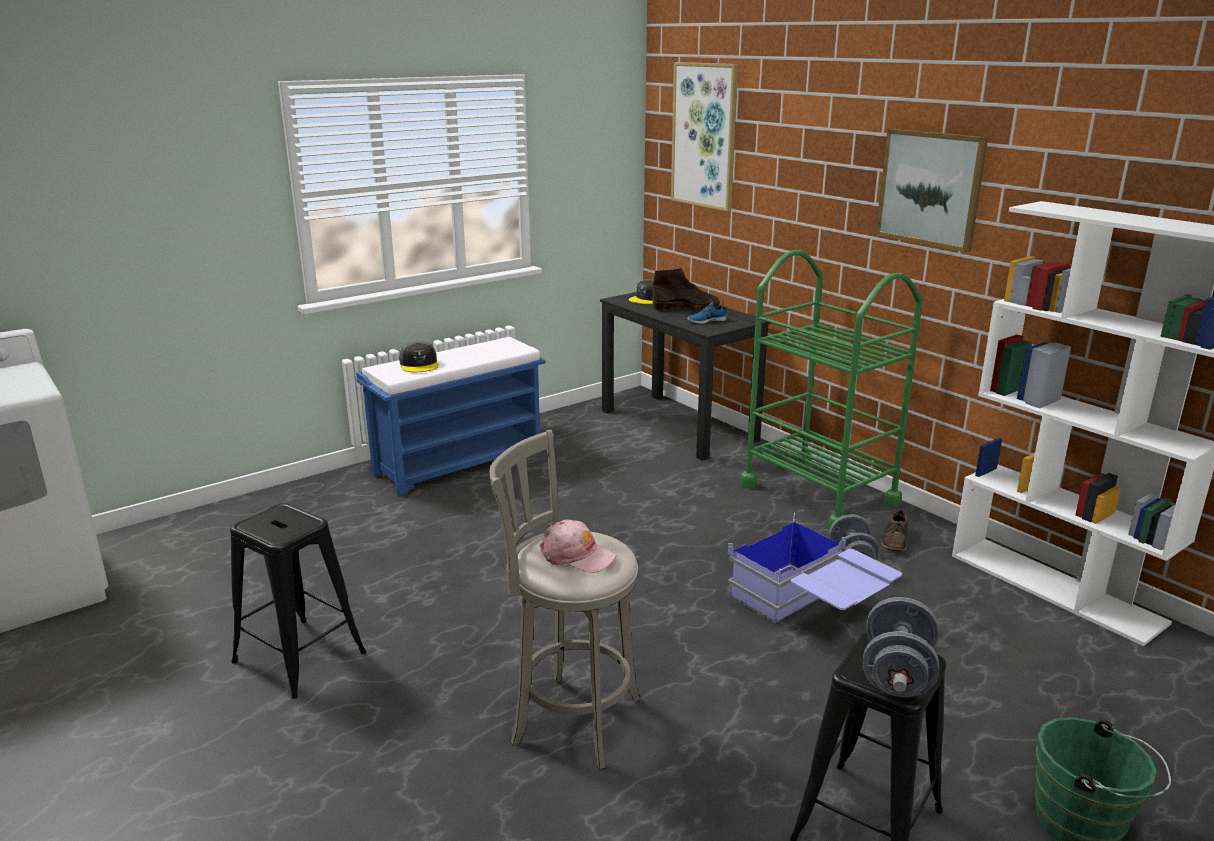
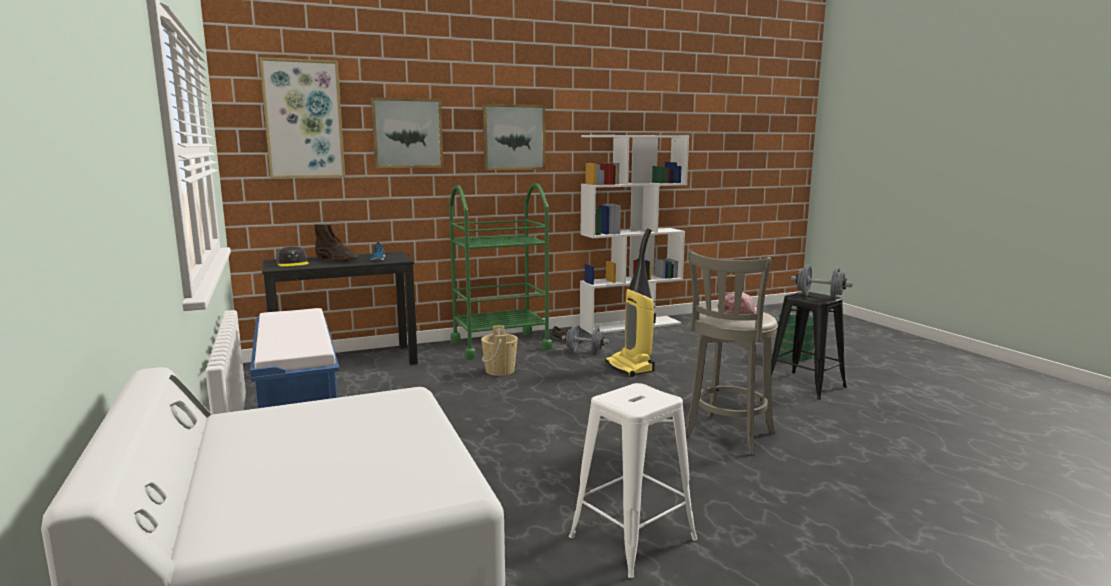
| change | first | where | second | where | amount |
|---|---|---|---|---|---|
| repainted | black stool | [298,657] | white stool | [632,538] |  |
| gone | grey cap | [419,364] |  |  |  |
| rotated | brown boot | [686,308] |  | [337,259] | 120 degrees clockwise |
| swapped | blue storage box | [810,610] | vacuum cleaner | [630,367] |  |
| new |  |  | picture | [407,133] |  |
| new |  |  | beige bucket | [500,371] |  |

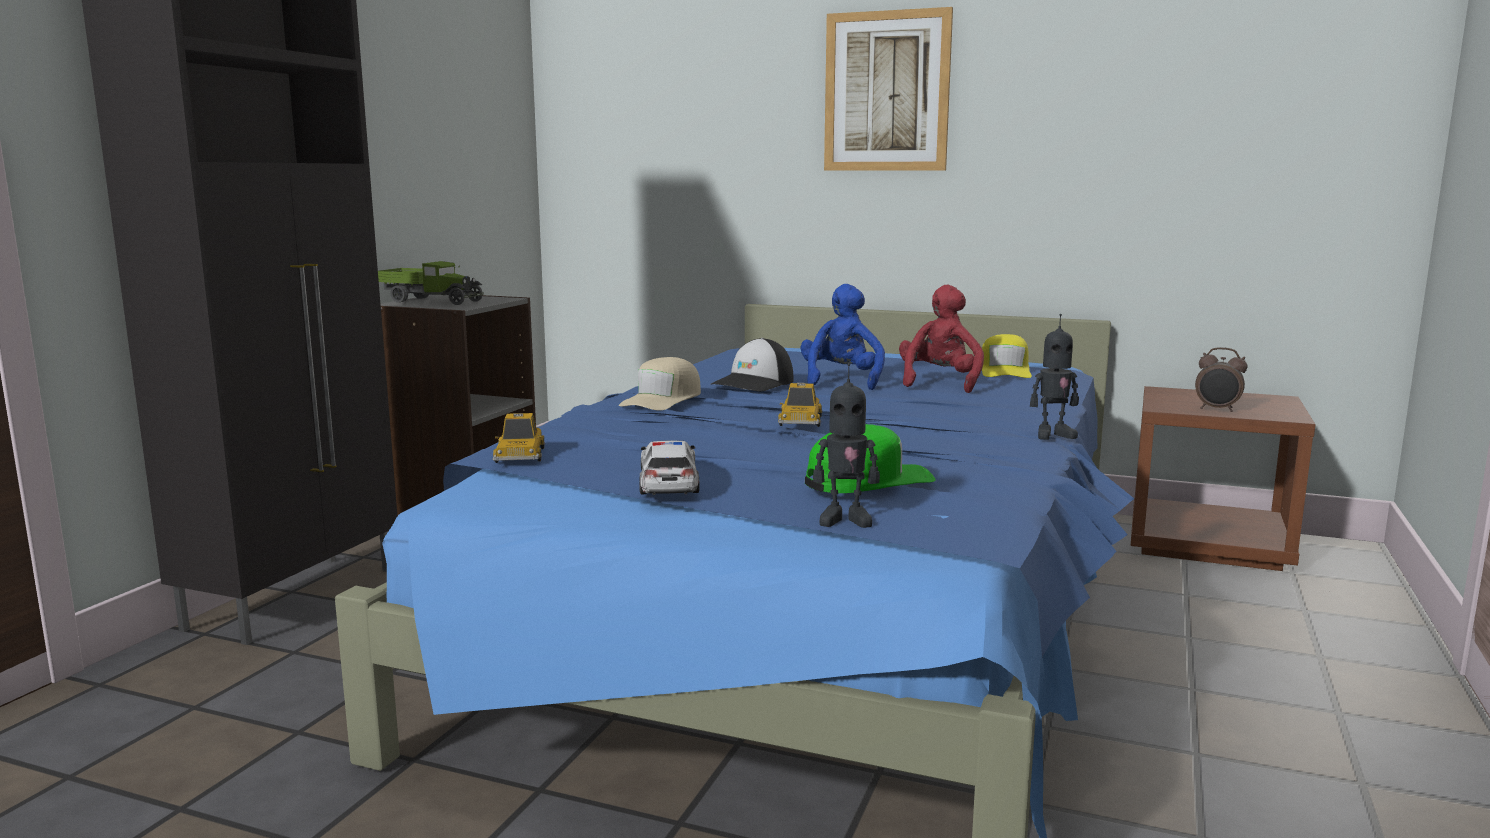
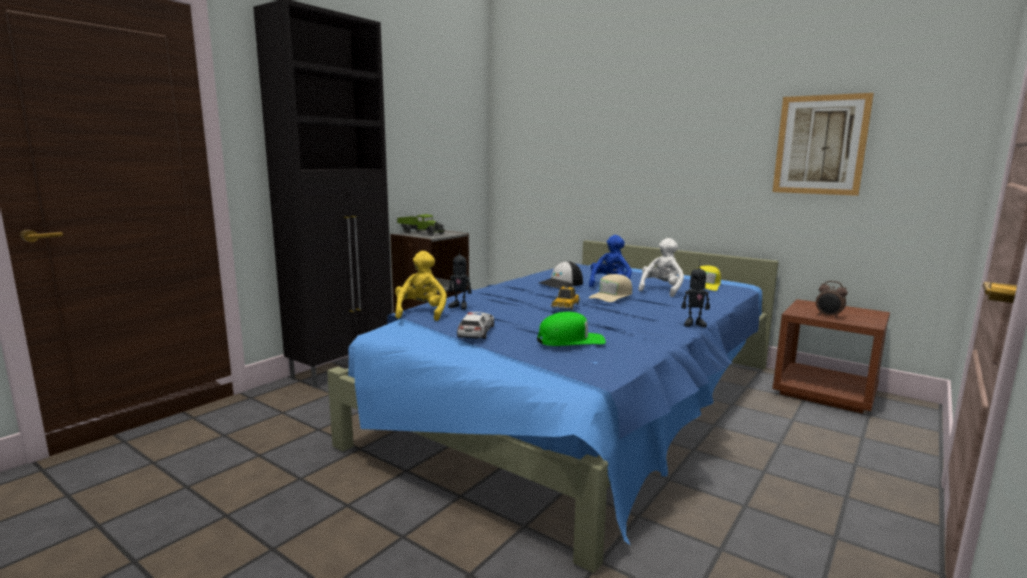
| change | first | where | second | where | amount |
|---|---|---|---|---|---|
| swapped | toy car | [520,456] | yellow plush toy | [421,313] |  |
| shifted | beige cap | [663,400] |  | [611,296] |  |
| shifted | toy robot | [845,520] |  | [459,306] |  |
| shifted | picture | [886,92] |  | [820,145] |  |
| repainted | red plush toy | [939,383] | white plush toy | [661,290] |  |

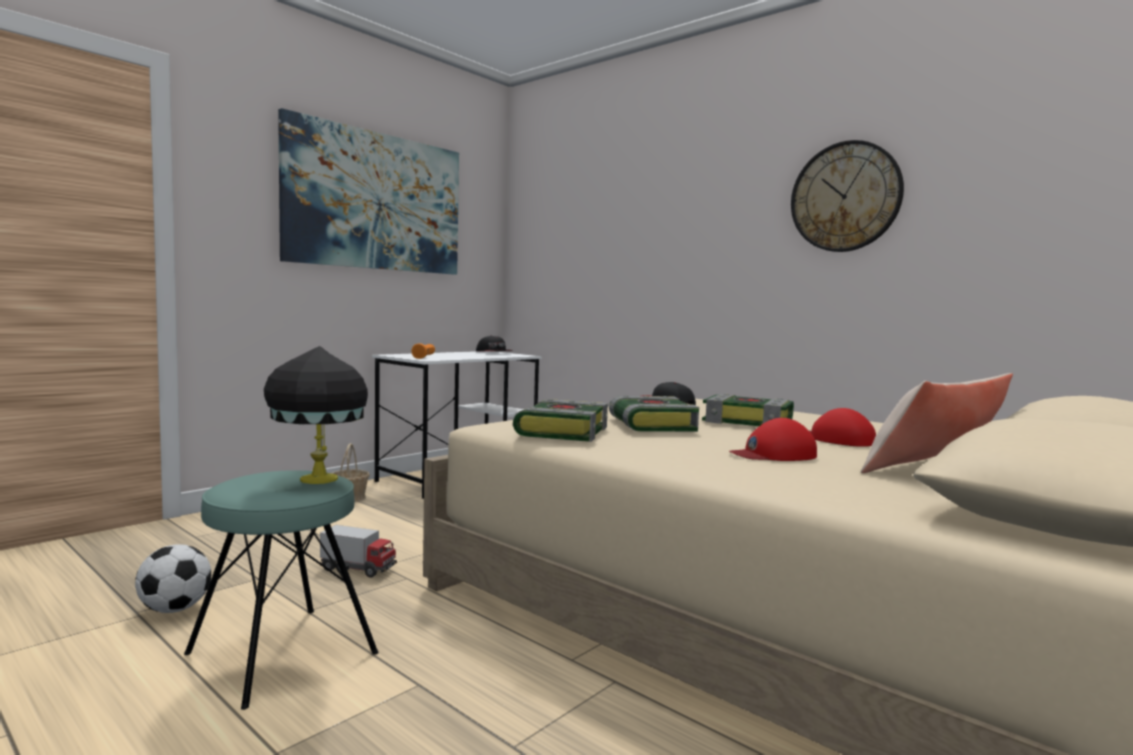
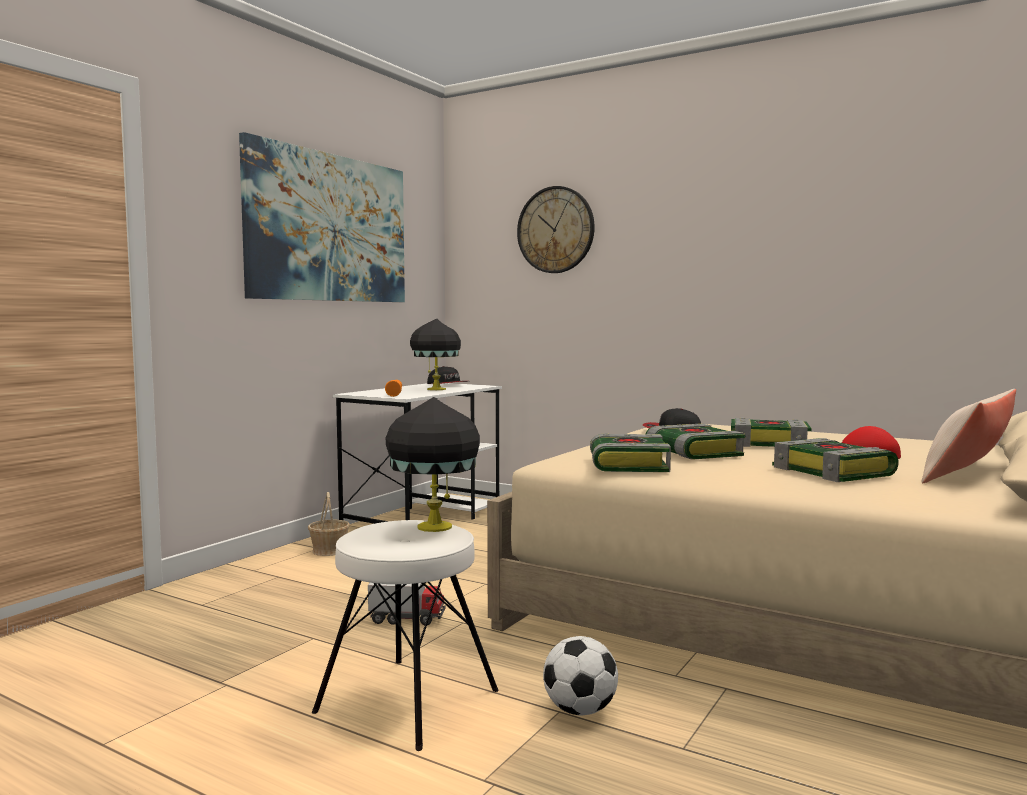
| change | first | where | second | where | amount |
|---|---|---|---|---|---|
| shifted | football | [175,609] |  | [580,710] |  |
| repainted | turquoise stool | [282,654] | white stool | [407,701] |  |
| swapped | red cap | [773,455] | book | [834,472] |  |
| shifted | wall clock | [845,197] |  | [555,230] |  |
| new |  |  | black table lamp | [435,389] |  |

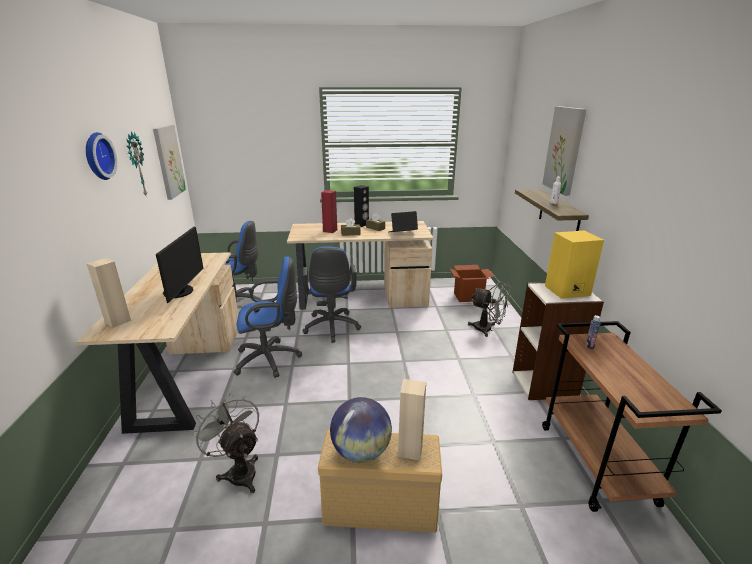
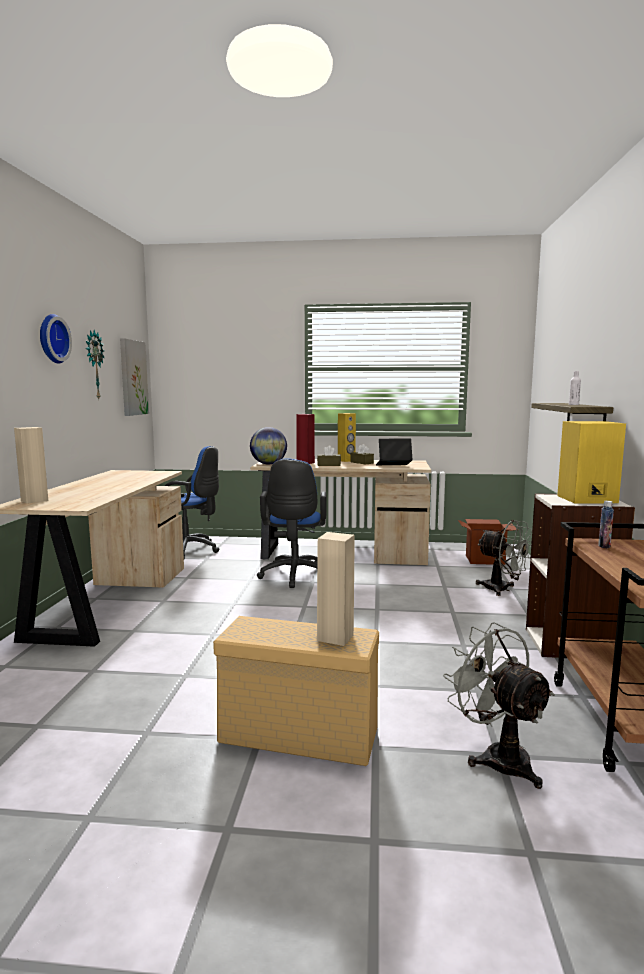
| change | first | where | second | where | amount |
|---|---|---|---|---|---|
| gone | monitor | [182,292] |  |  |  |
| shifted | grey fan | [239,471] |  | [497,757] |  |
| gone | blue office chair | [271,359] |  |  |  |
| shifted | globe | [361,451] |  | [268,464] |  |
| repainted | black speaker | [361,224] | yellow speaker | [346,460] |  |
| gone | picture | [564,150] |  |  |  |

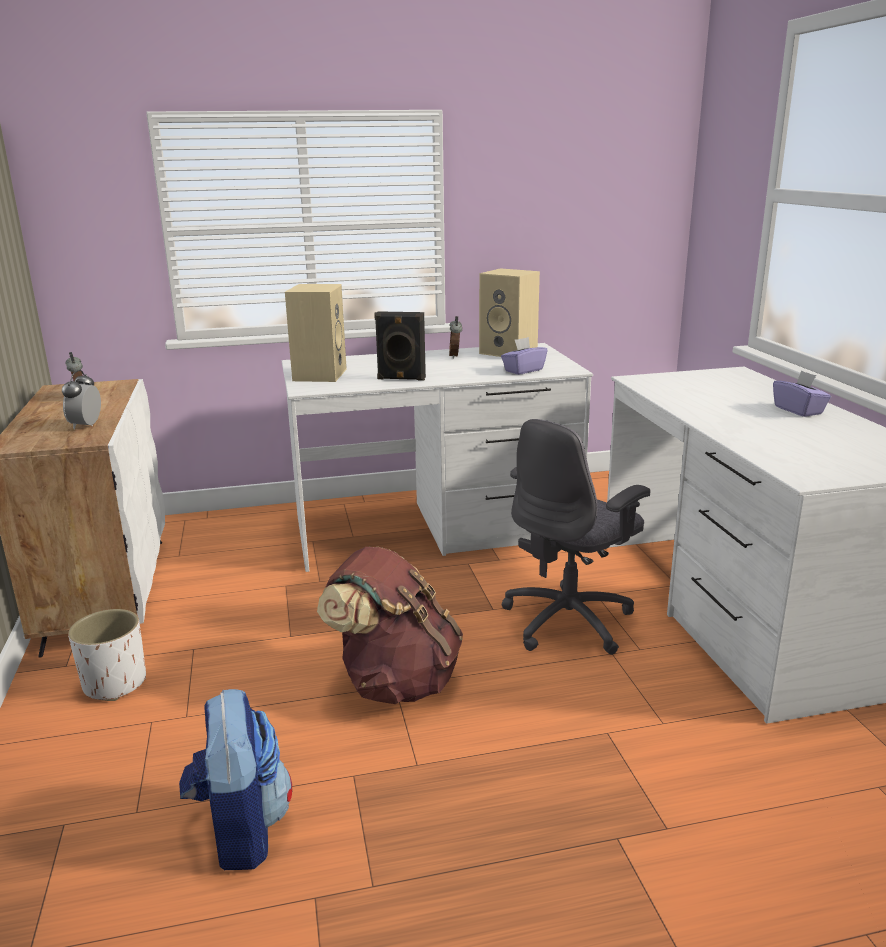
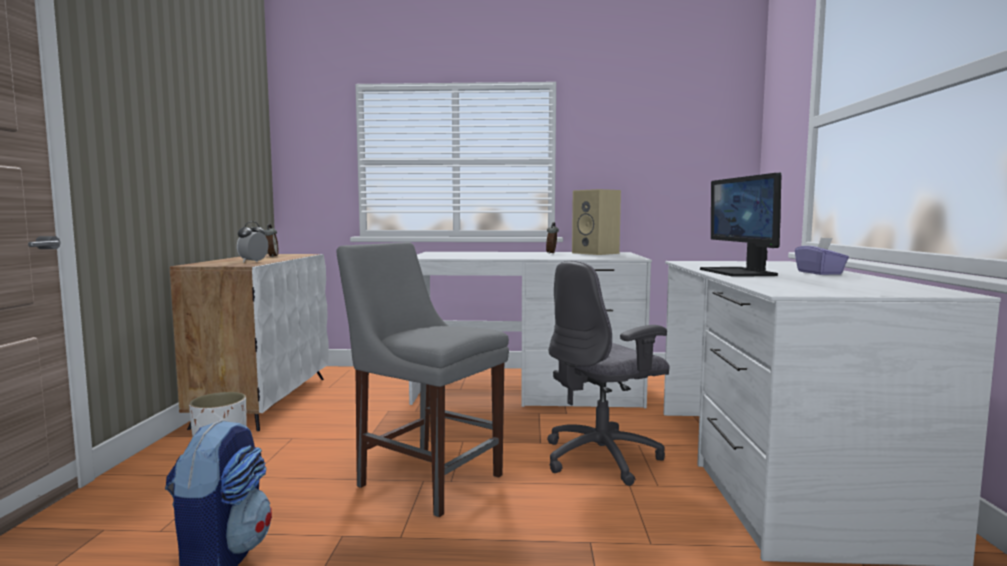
| change | first | where | second | where | amount |
|---|---|---|---|---|---|
| gone | beige speaker | [319,374] |  |  |  |
| swapped | brown backpack | [395,682] | grey chair | [425,478] |  |
| gone | black speaker | [401,378] |  |  |  |
| gone | purple tissue box | [523,370] |  |  |  |
| new |  |  | monitor | [738,272] |  |

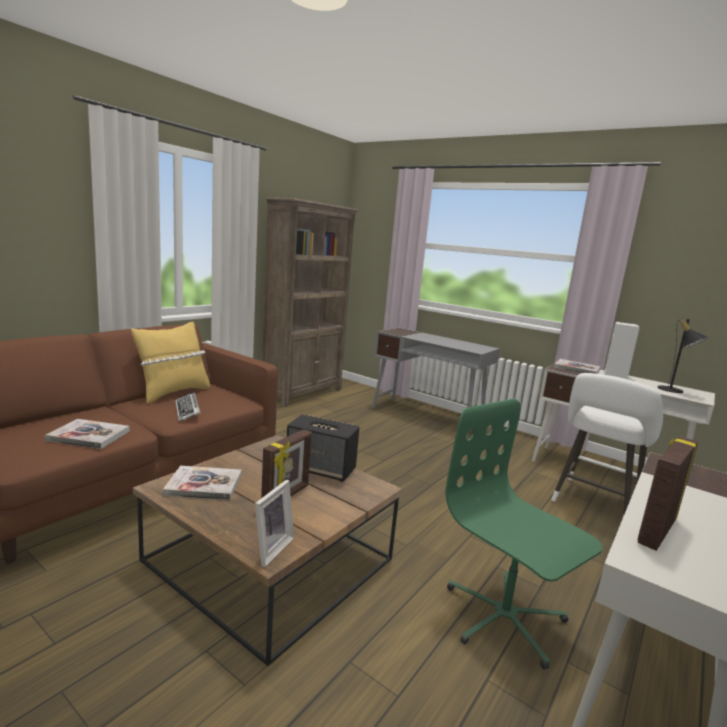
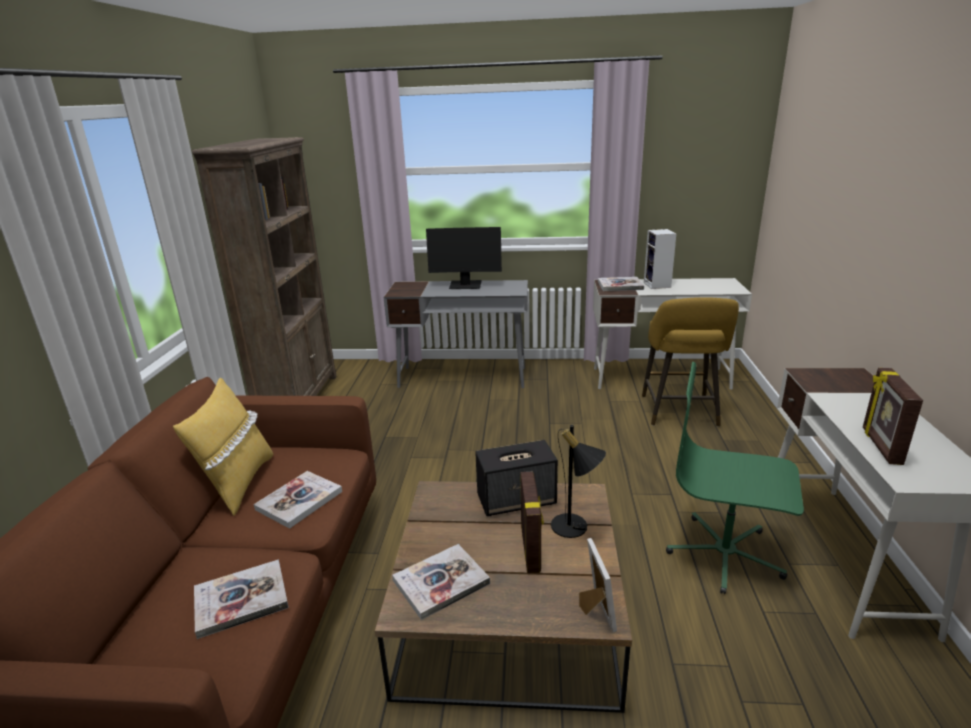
| change | first | where | second | where | amount |
|---|---|---|---|---|---|
| swapped | keyboard | [187,410] | book | [299,500] |  |
| repainted | white stool | [593,504] | yellow stool | [680,413] |  |
| shifted | black table lamp | [674,391] |  | [575,528] |  |
| new |  |  | monitor | [465,285] |  |

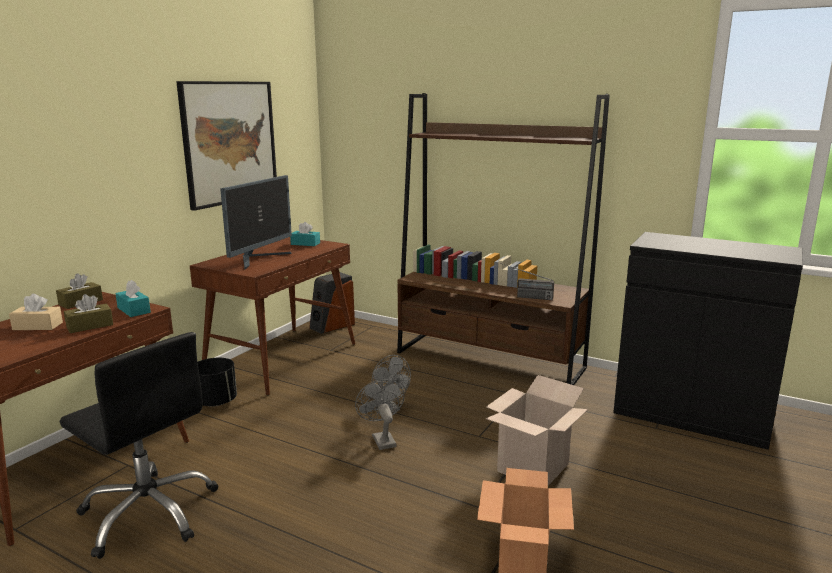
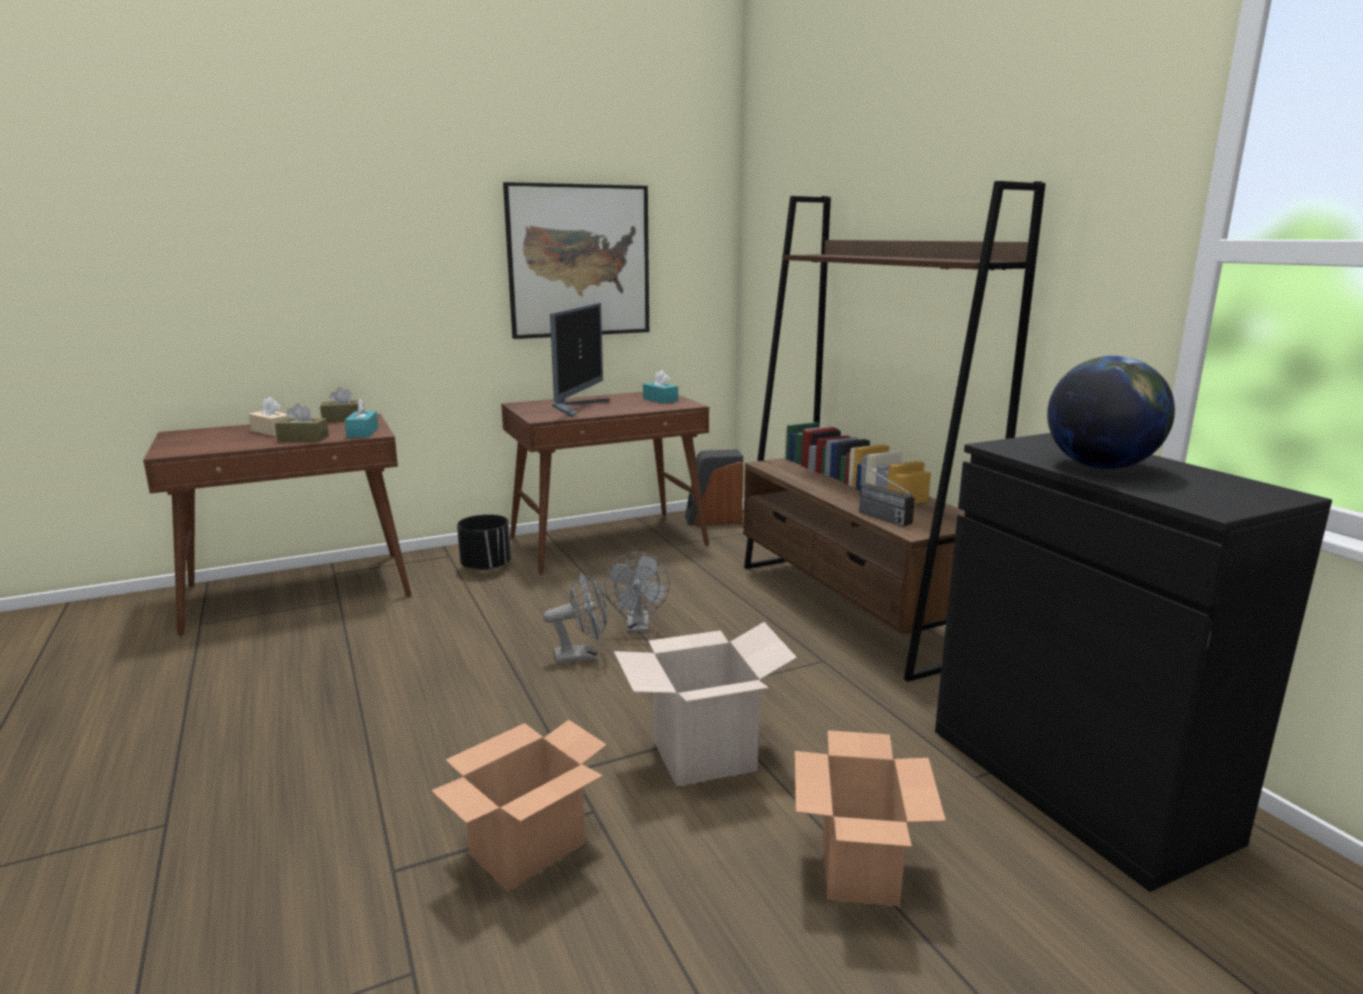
| change | first | where | second | where | amount |
|---|---|---|---|---|---|
| gone | black office chair | [149,512] |  |  |  |
| rotated | monitor | [259,259] |  | [576,407] | 45 degrees counterclockwise |
| rotated | grey fan | [381,439] |  | [582,656] | 60 degrees clockwise |
| new |  |  | cardboard box | [859,868] |  |
| new |  |  | globe | [1100,466] |  |

